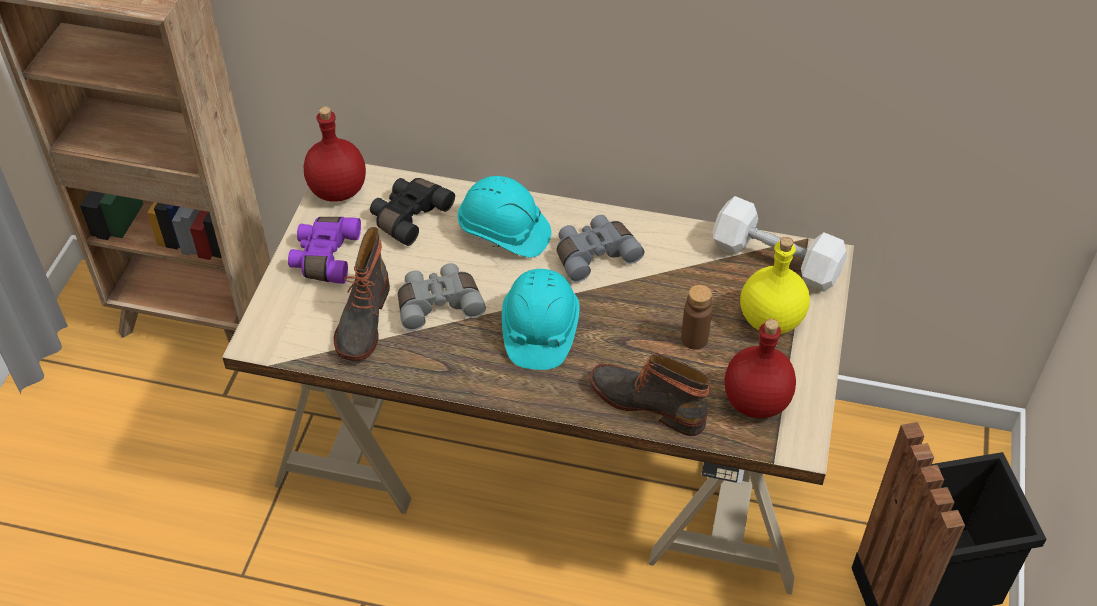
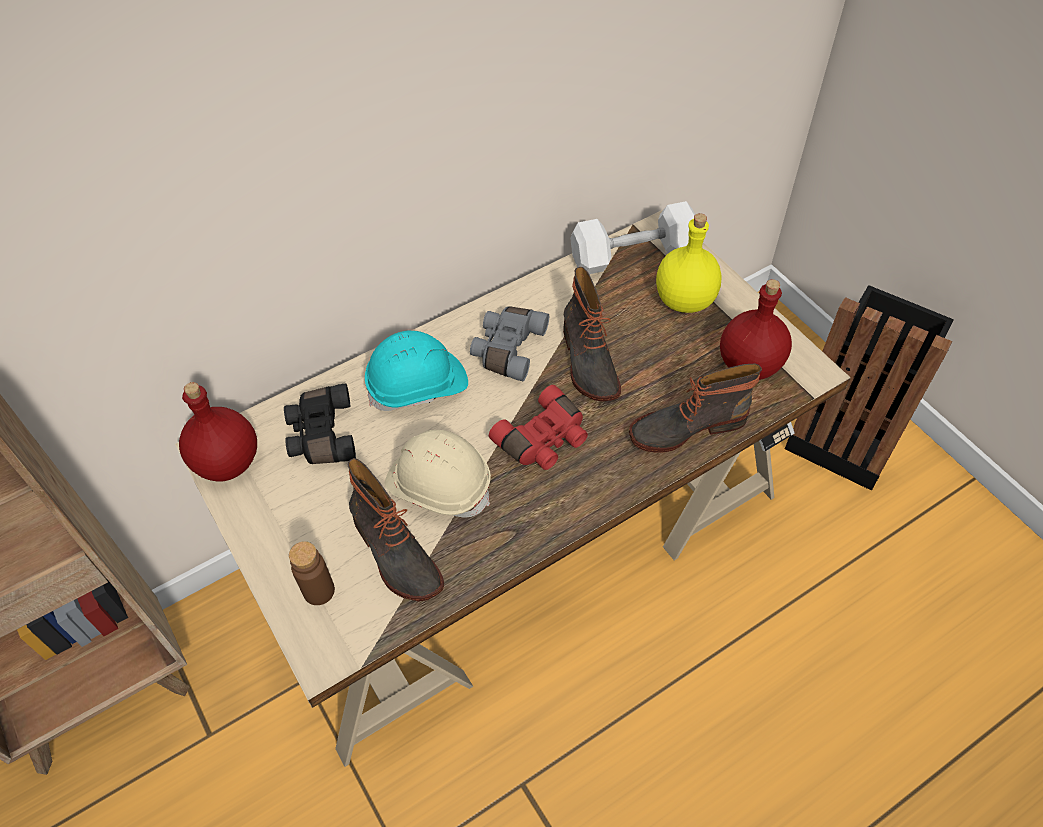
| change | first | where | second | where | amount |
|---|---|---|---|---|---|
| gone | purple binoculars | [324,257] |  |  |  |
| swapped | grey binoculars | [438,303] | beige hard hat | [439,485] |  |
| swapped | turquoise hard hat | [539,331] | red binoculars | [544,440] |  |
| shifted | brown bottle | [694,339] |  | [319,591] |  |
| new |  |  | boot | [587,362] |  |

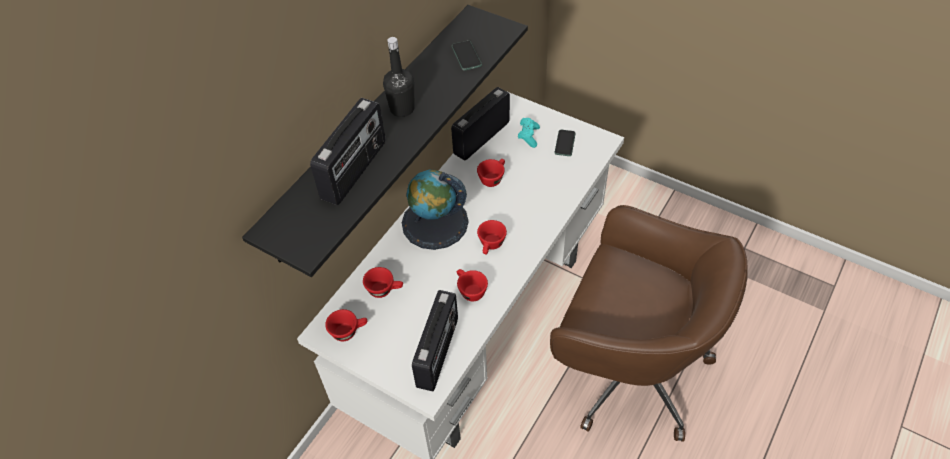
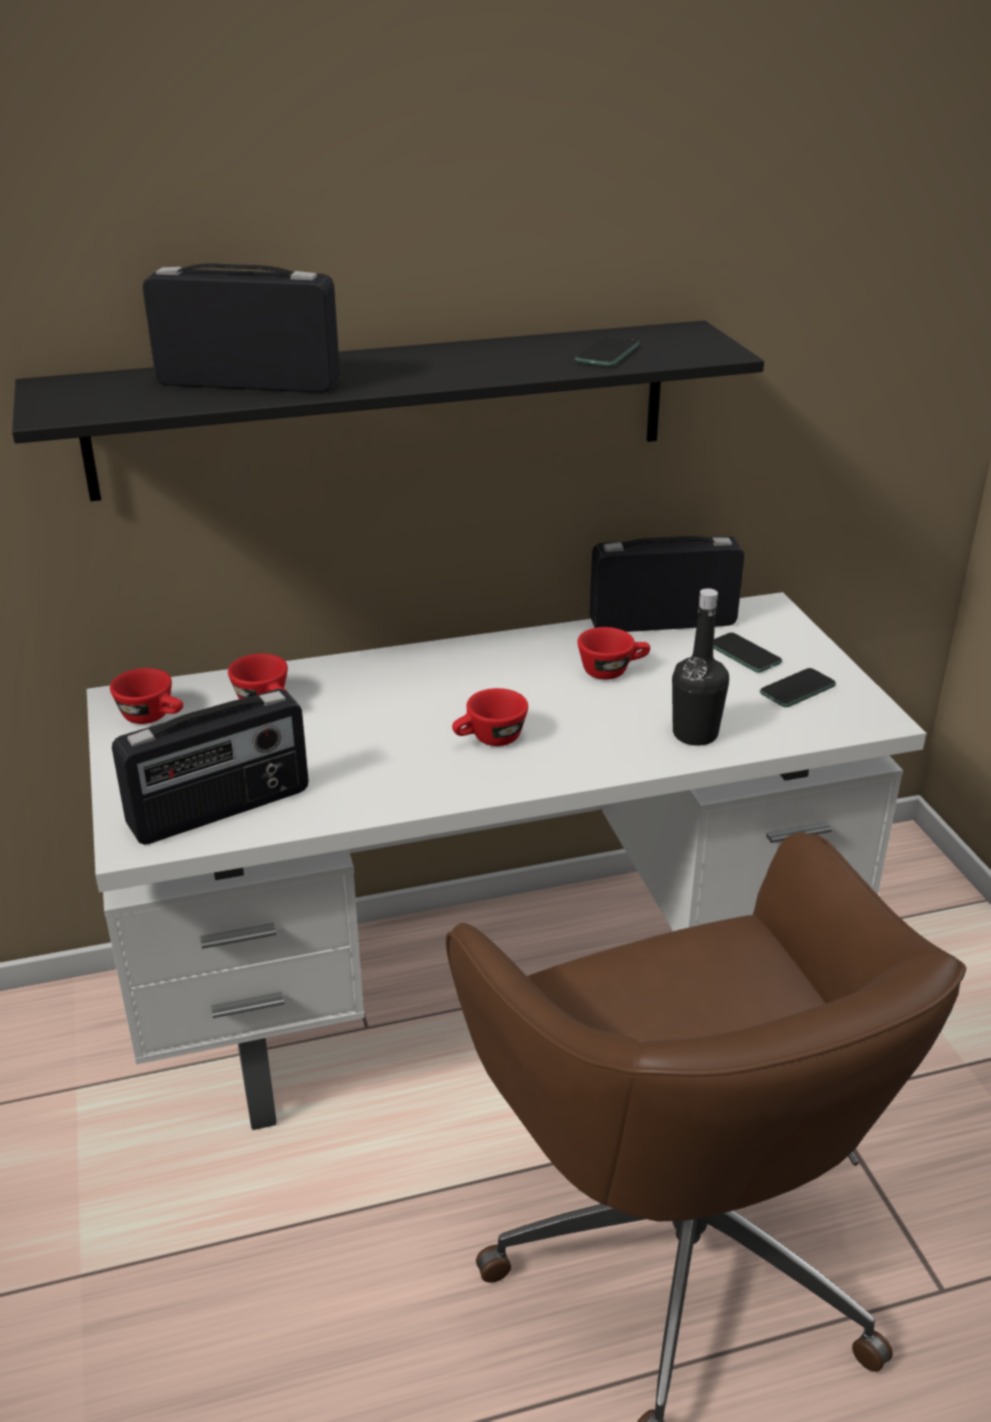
| change | first | where | second | where | amount |
|---|---|---|---|---|---|
| rotated | radio | [355,170] |  | [249,382] | 150 degrees counterclockwise |
| shifted | black bottle | [402,109] |  | [695,734] |  |
| gone | globe | [435,223] |  |  |  |
| gone | red cup | [469,290] |  |  |  |
| swapped | turquoise game controller | [528,136] | phone | [744,654] |  |

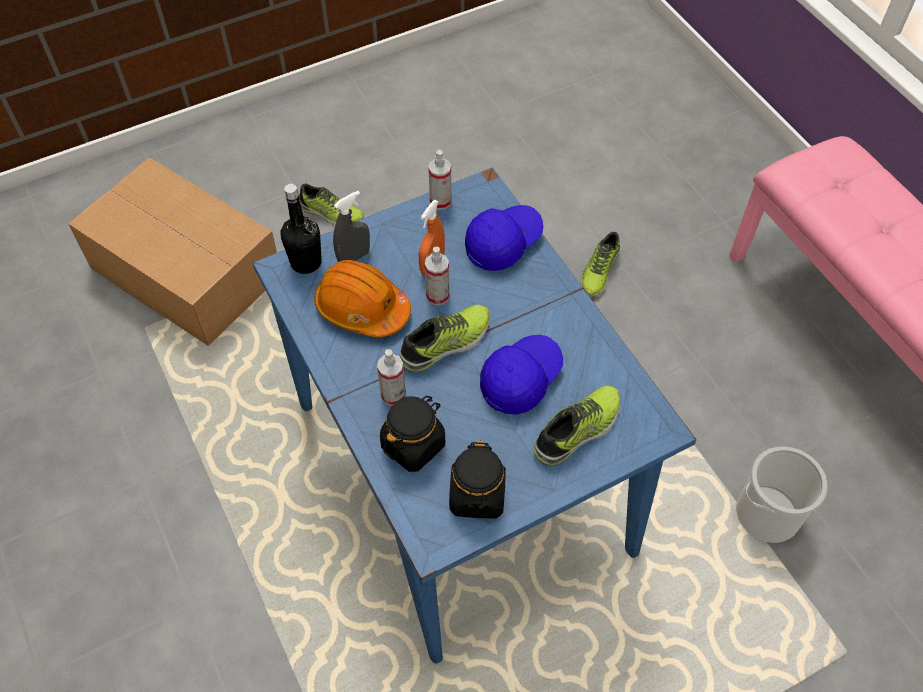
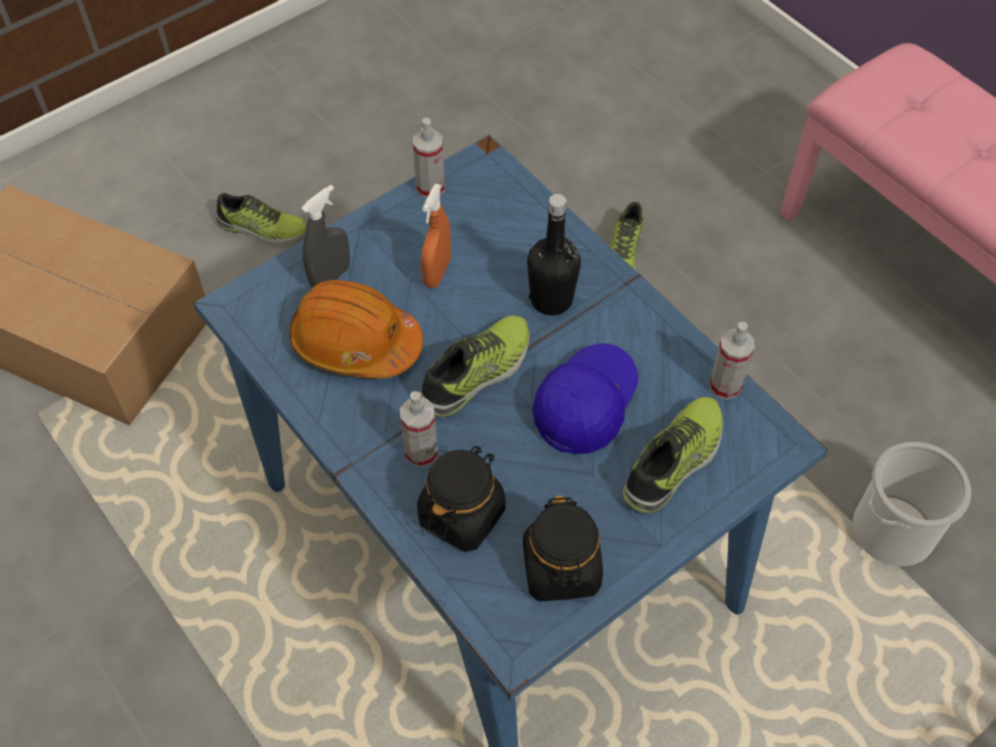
| change | first | where | second | where | amount |
|---|---|---|---|---|---|
| shifted | black bottle | [306,262] |  | [551,299] |  |
| shifted | spray bottle | [437,296] |  | [725,385] |  |
| gone | blue cap | [503,243] |  |  |  |

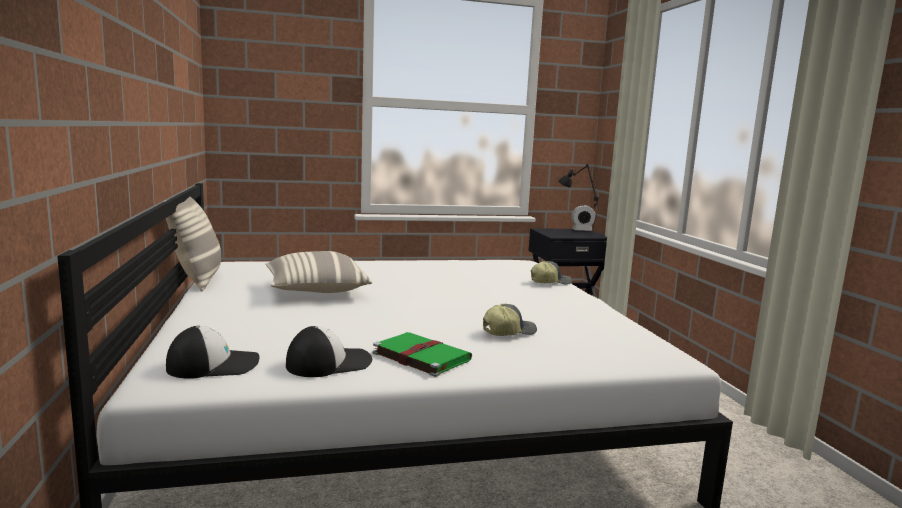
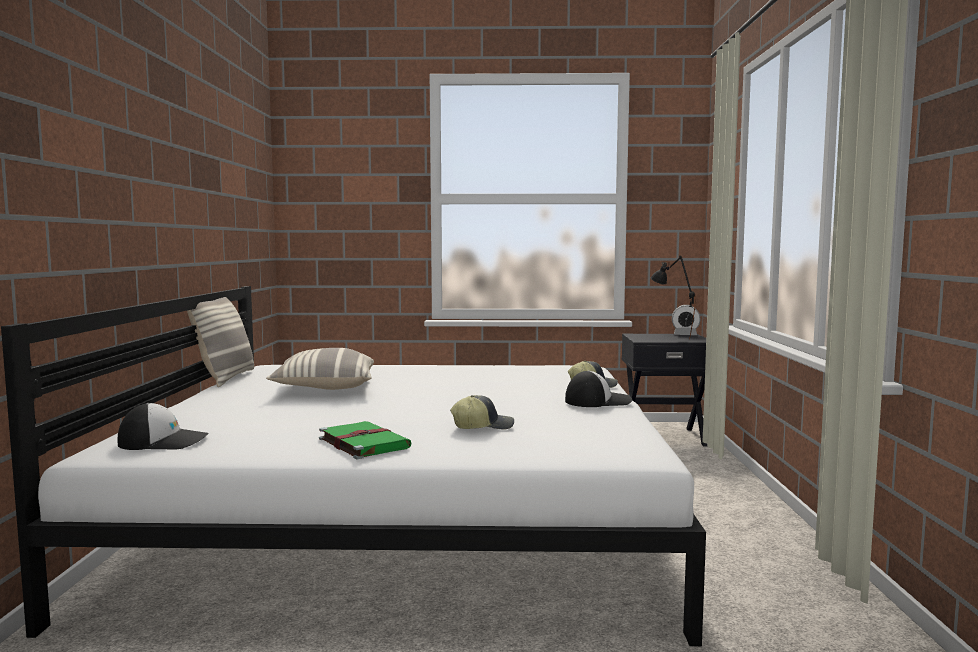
| change | first | where | second | where | amount |
|---|---|---|---|---|---|
| shifted | cap | [329,363] |  | [597,401] |  |

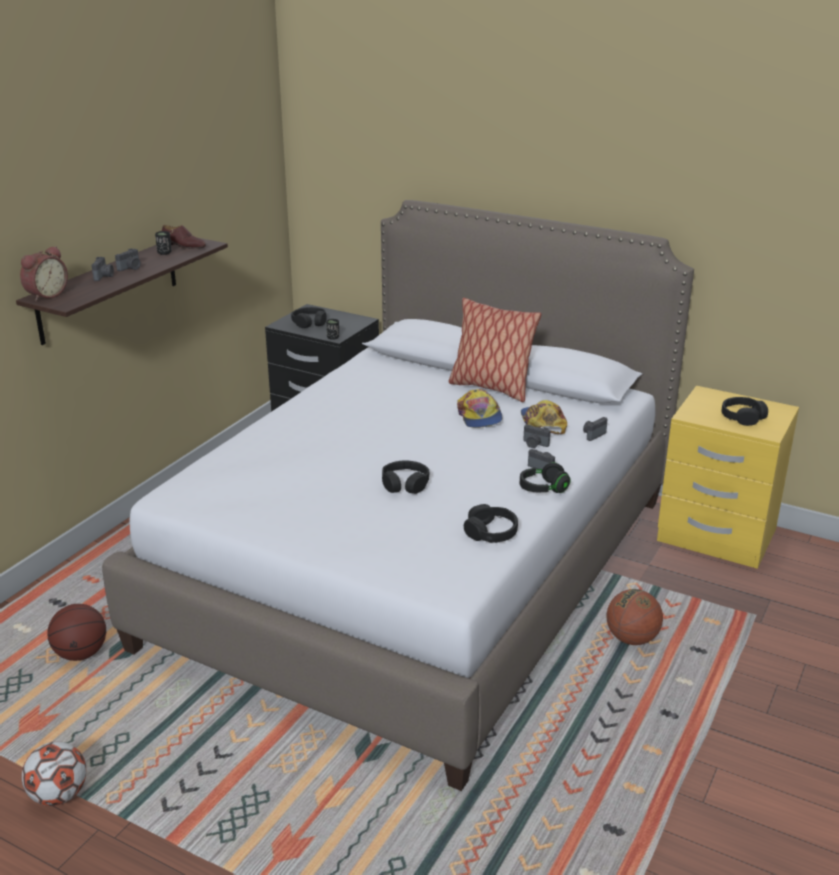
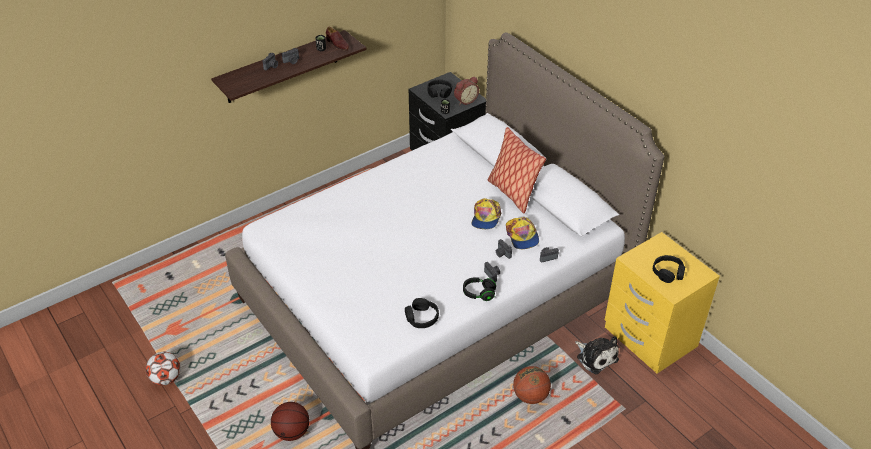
| change | first | where | second | where | amount |
|---|---|---|---|---|---|
| shifted | alarm clock | [45,295] |  | [465,100] |  |
| shifted | basketball | [81,654] |  | [292,432] |  |
| gone | black headphones | [405,484] |  |  |  |
| rotated | cap | [542,423] |  | [522,236] | 150 degrees clockwise |
| new |  |  | plush toy | [596,357] |  |

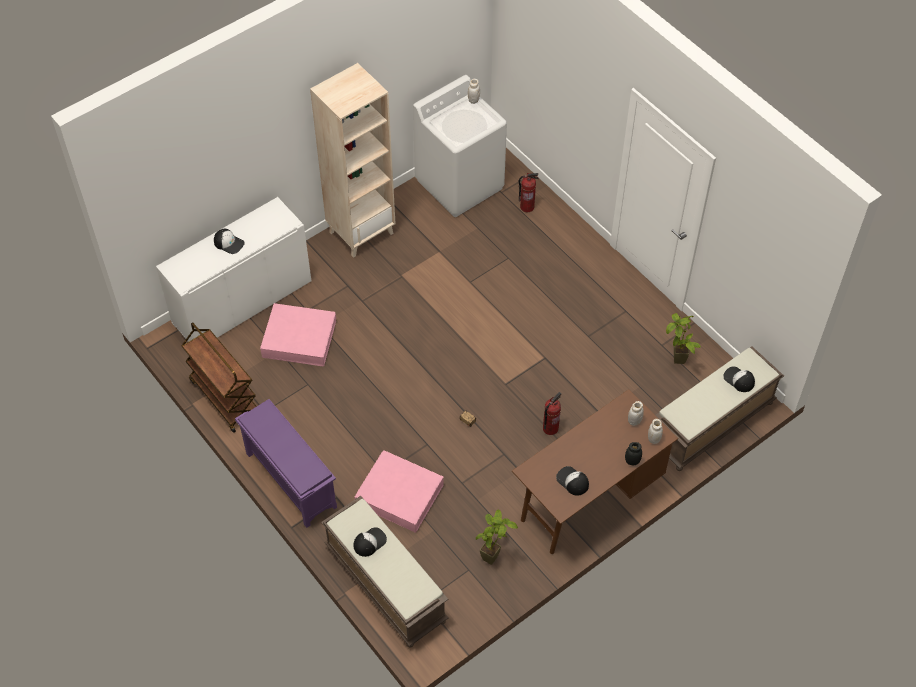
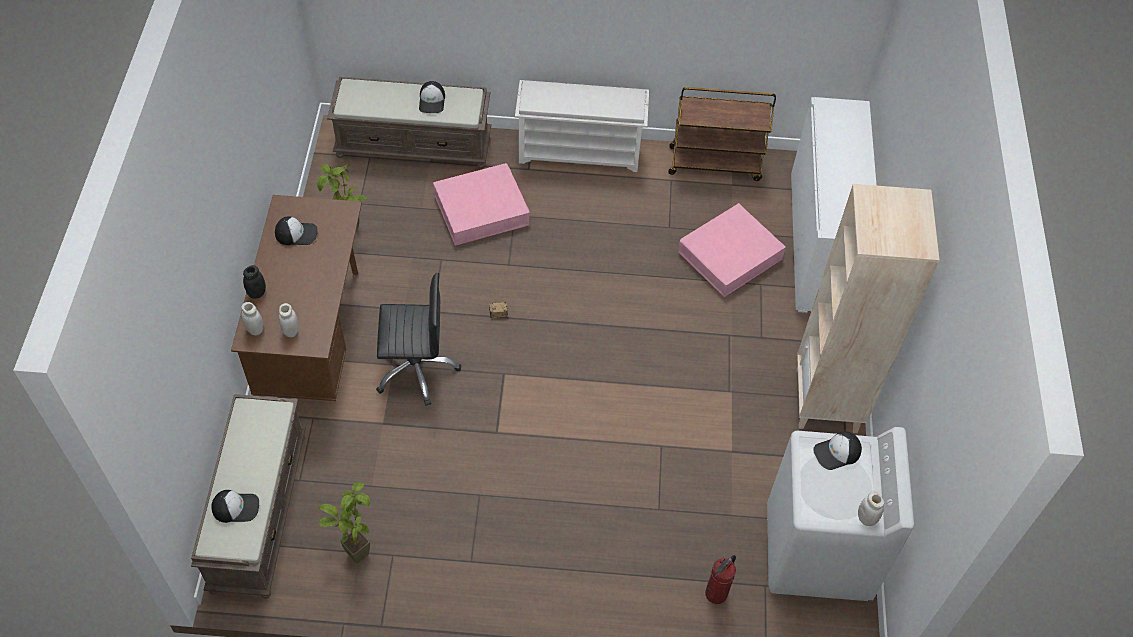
| change | first | where | second | where | amount |
|---|---|---|---|---|---|
| shifted | cap | [229,243] |  | [837,453] |  |
| repainted | purple shoe rack | [289,480] | white shoe rack | [580,152] |  |
| swapped | fire extinguisher | [550,428] | black office chair | [416,369] |  |

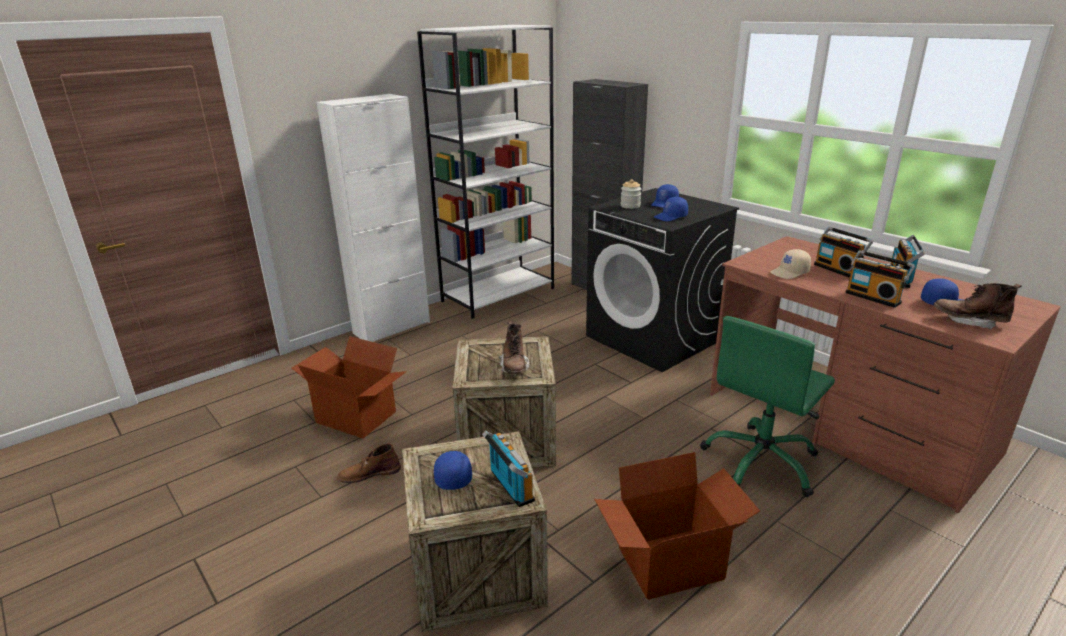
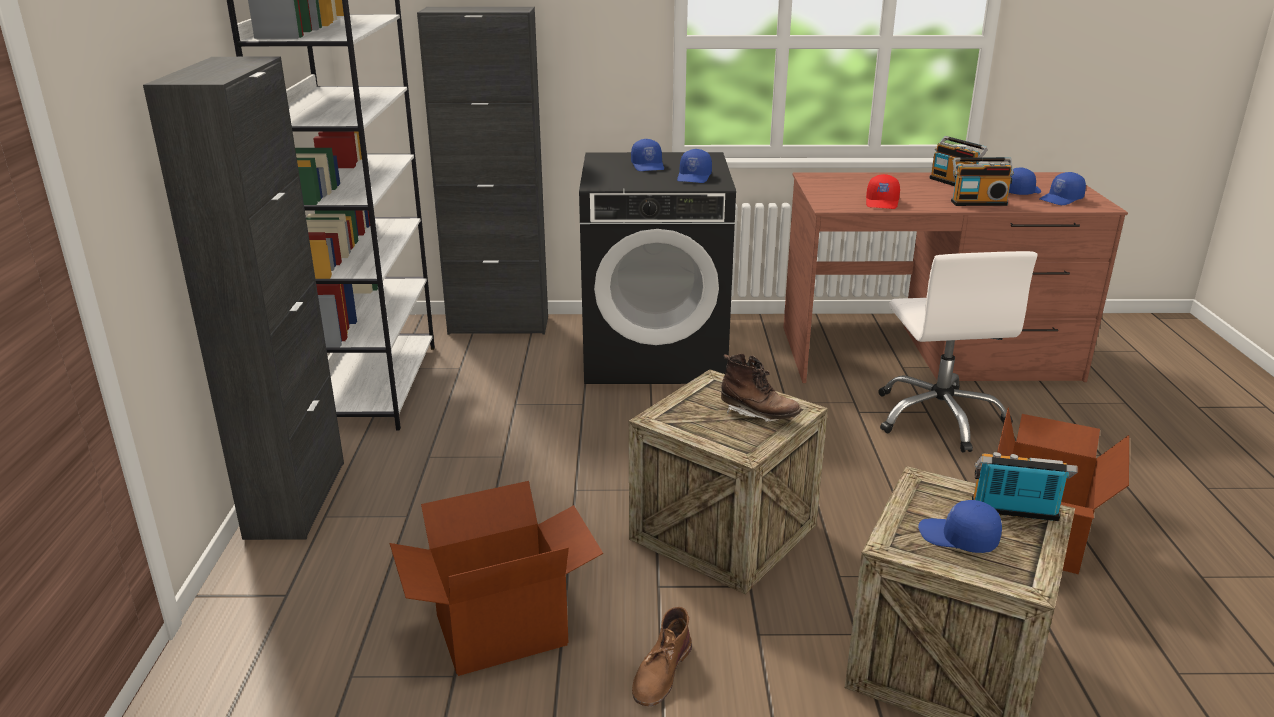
| change | first | where | second | where | amount |
|---|---|---|---|---|---|
| repainted | white cabinet | [391,327] | black cabinet | [296,499] |  |
| gone | jar | [630,206] |  |  |  |
| repainted | green office chair | [761,462] | white office chair | [939,418] |  |
| repainted | beige cap | [790,273] | red cap | [882,203] |  |
| gone | radio | [838,269] |  |  |  |
| swapped | brown boot | [969,321] | blue cap | [1061,199] |  |

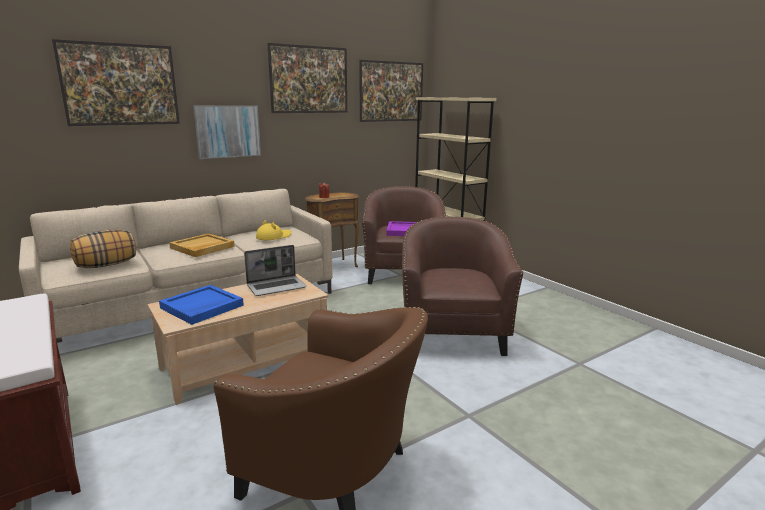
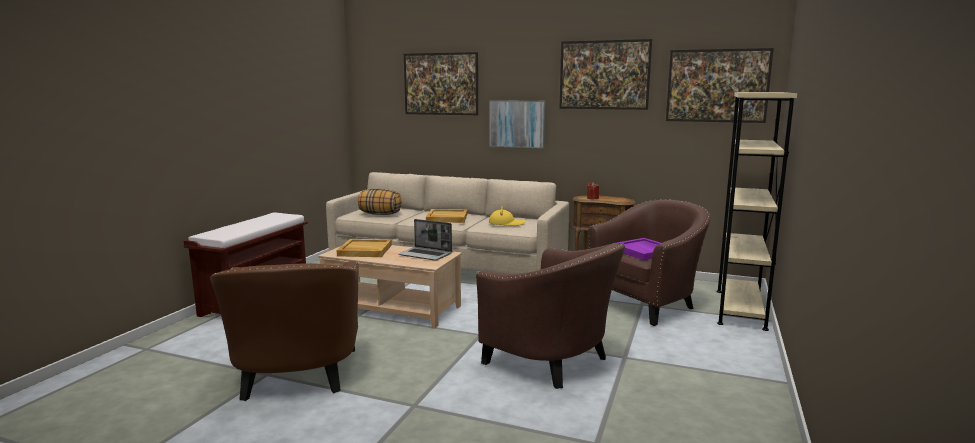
| change | first | where | second | where | amount |
|---|---|---|---|---|---|
| repainted | blue tray | [201,307] | beige tray | [364,250] |  |
| rotated | brown armchair | [453,334] |  | [553,361] | 75 degrees clockwise |

